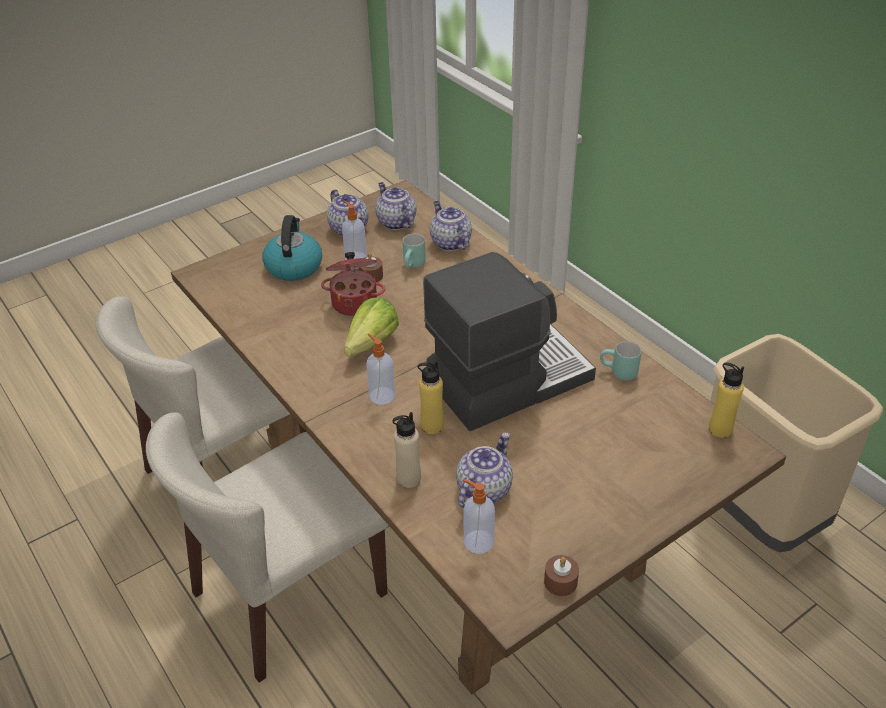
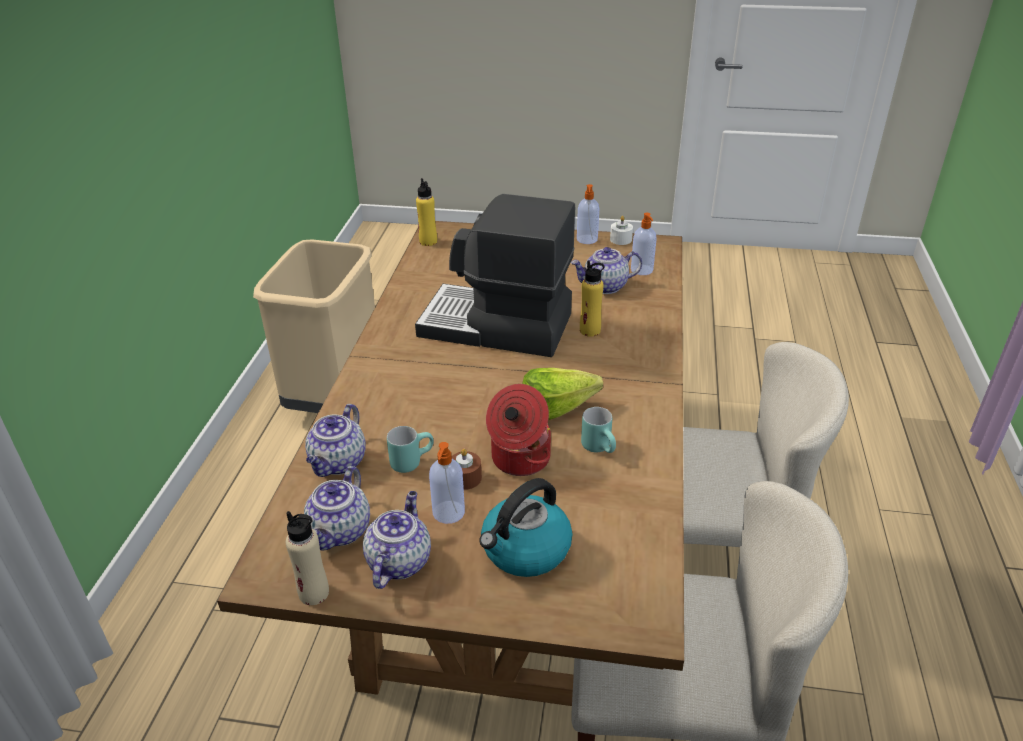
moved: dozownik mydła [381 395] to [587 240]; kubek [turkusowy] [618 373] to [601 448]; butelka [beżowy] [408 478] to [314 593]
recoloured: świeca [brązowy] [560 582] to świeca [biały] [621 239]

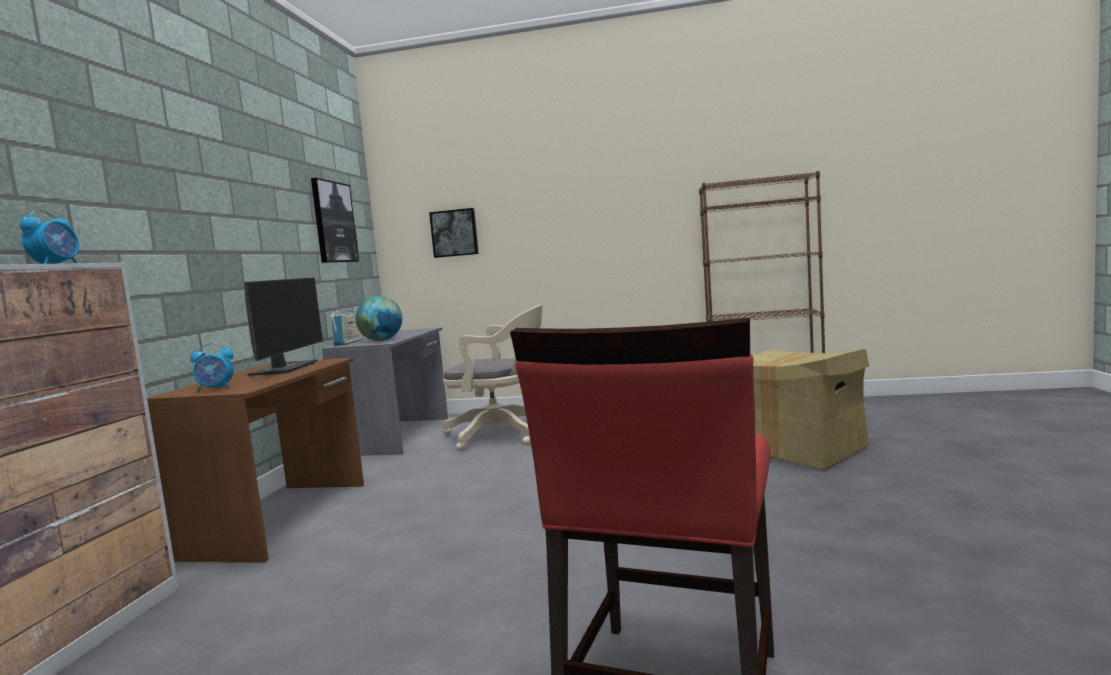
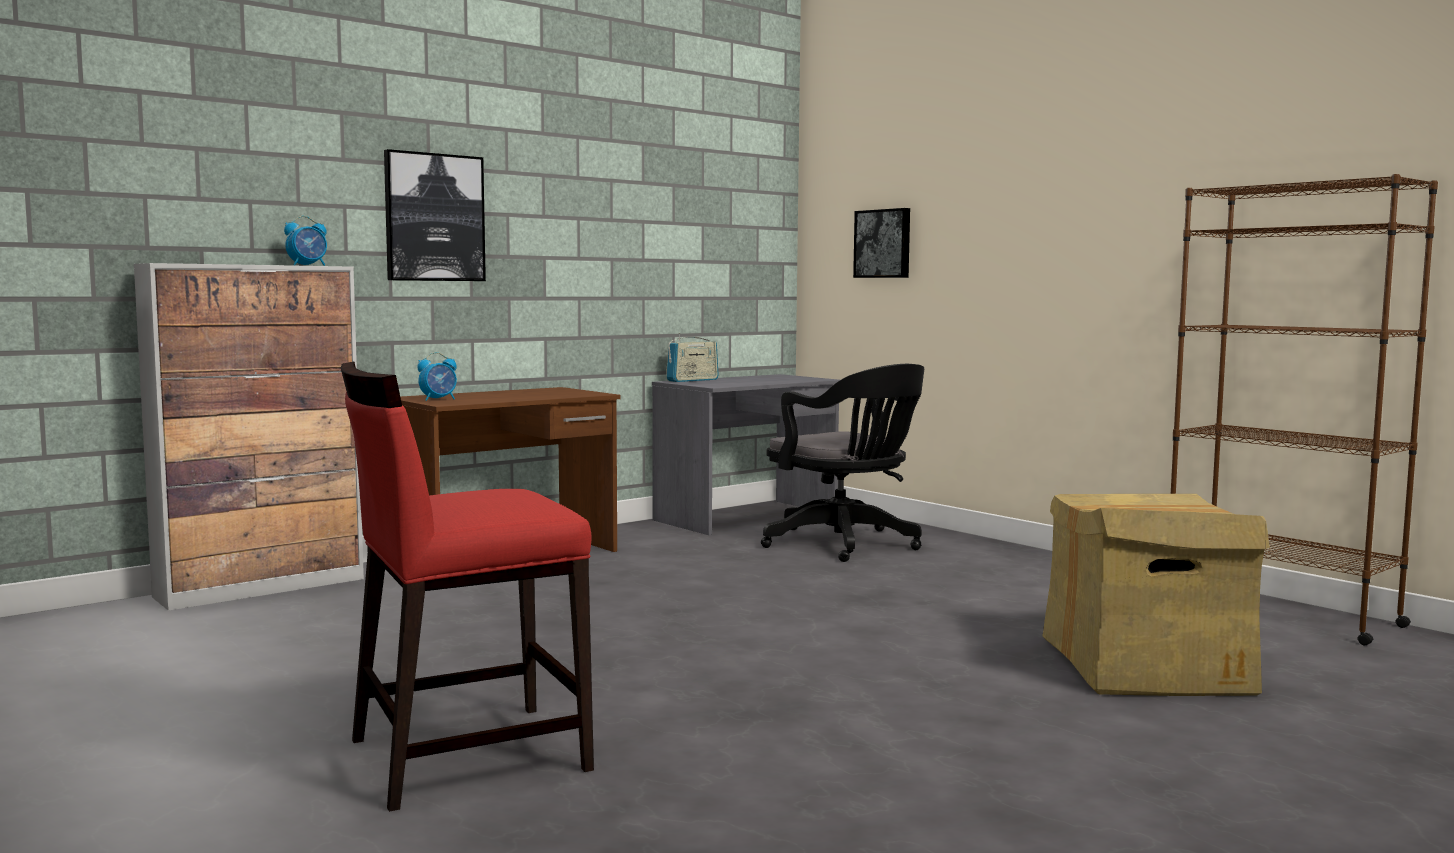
removed: monitor [284 369]; globus [382 340]
moved: obraz [333 222] to [434 217]
recoloured: krzesło biurowe [beżowy] [502 435] to krzesło biurowe [czarny] [845 545]
turned: budzik [216 389] = [439 399] 60 degrees counterclockwise

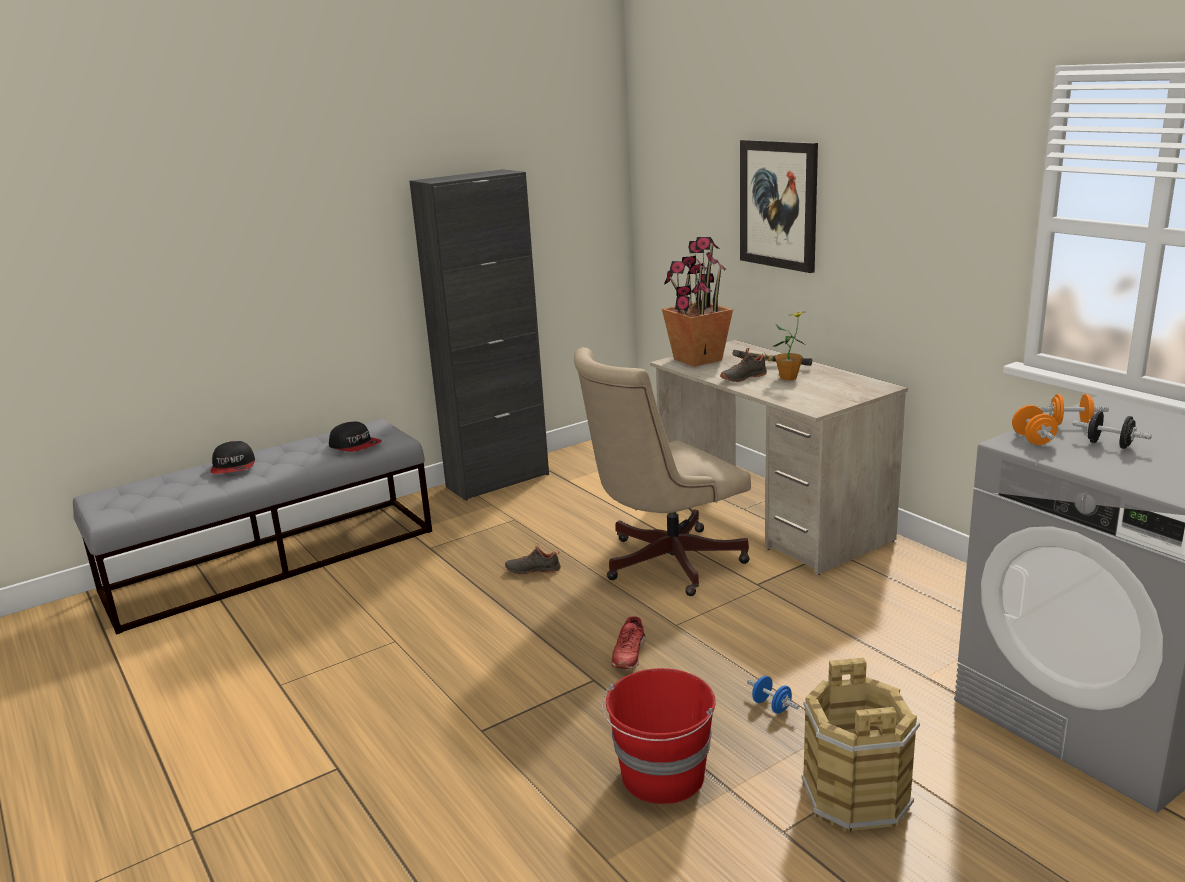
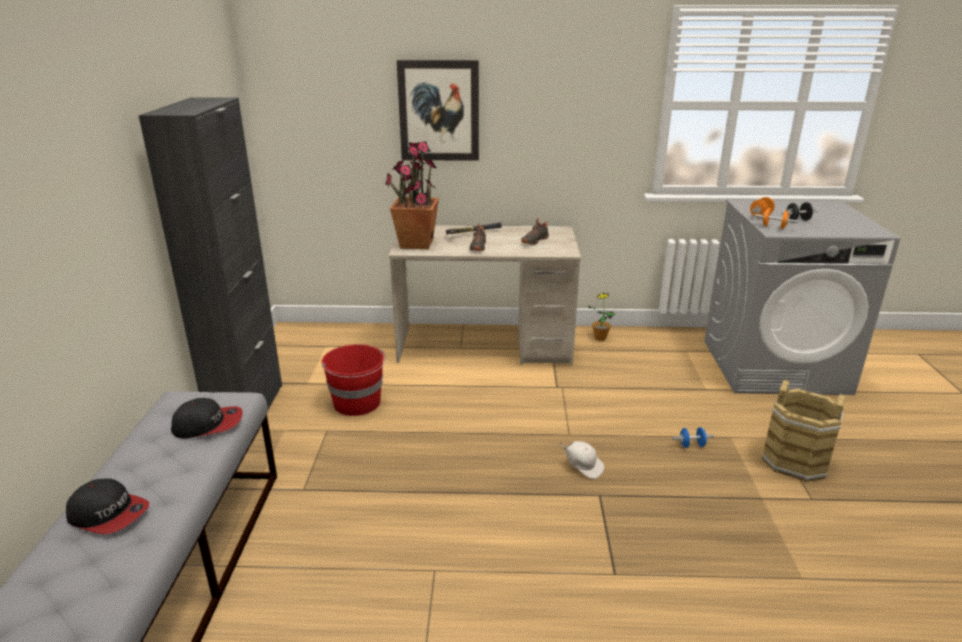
removed: krzesło biurowe [beżowy] [663 563]
moved: roślina doniczkowa [788 378] to [600 338]; but [czarny] [533 570] to [534 240]; wiadro [czerwony] [662 776] to [357 403]
replaced: but [czerwony] [628 653] to czapka z daszkiem [biały] [583 467]

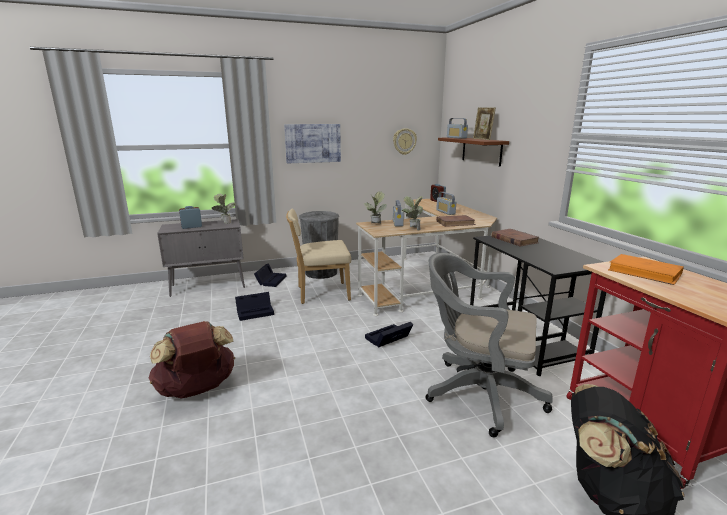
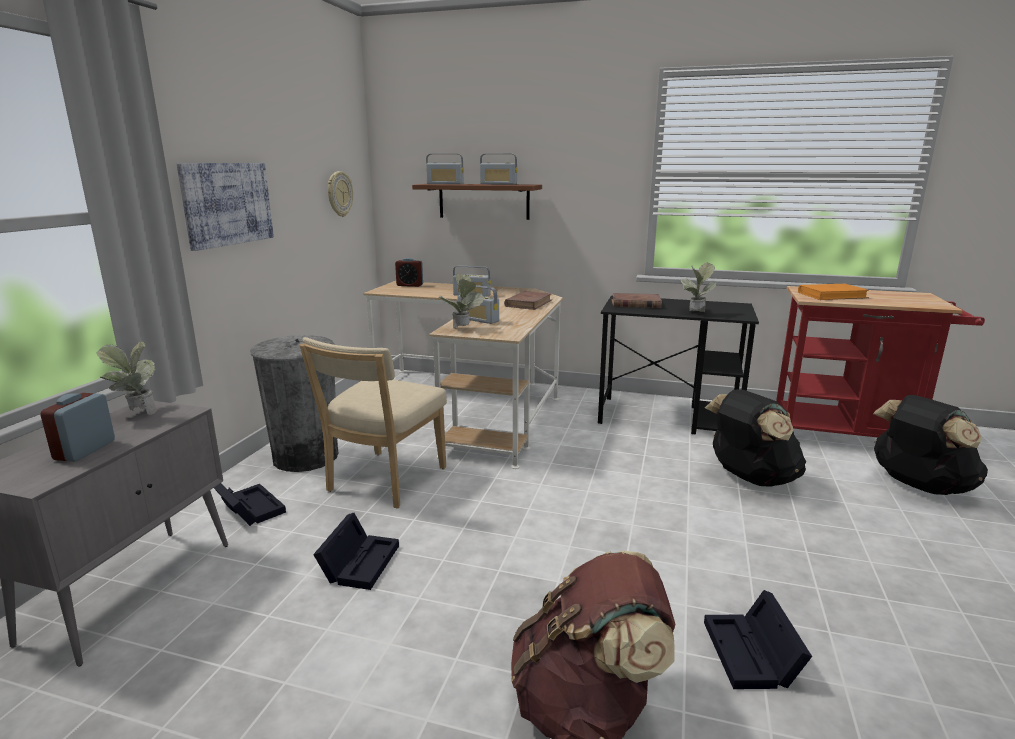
moved: roślina doniczkowa [412 229] to [694 313]; pojemnik do przechowywania [czarny] [388 339] to [753 655]
replaced: ramka na zdjęcie [482 139] to radio [498 184]; krzesło biurowe [szary] [477 393] to plecak [czarny] [750 478]

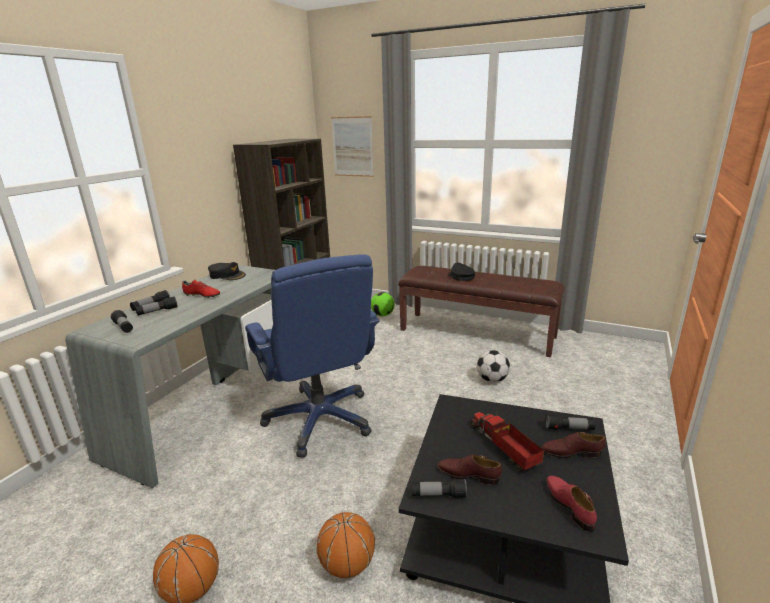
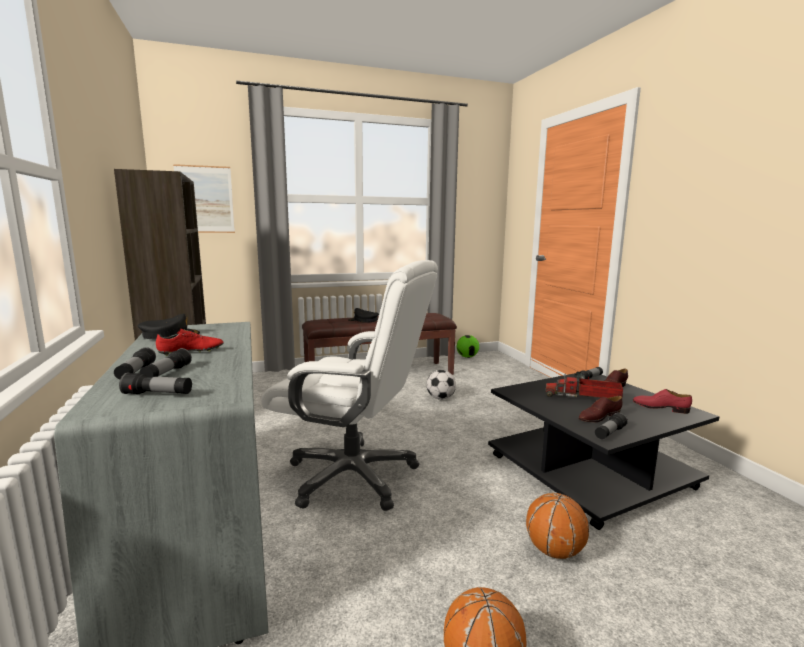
moved: piłka futbolowa [382 315] to [467 357]
recoloured: krzesło biurowe [niebieski] [320 419] to krzesło biurowe [biały] [354 476]

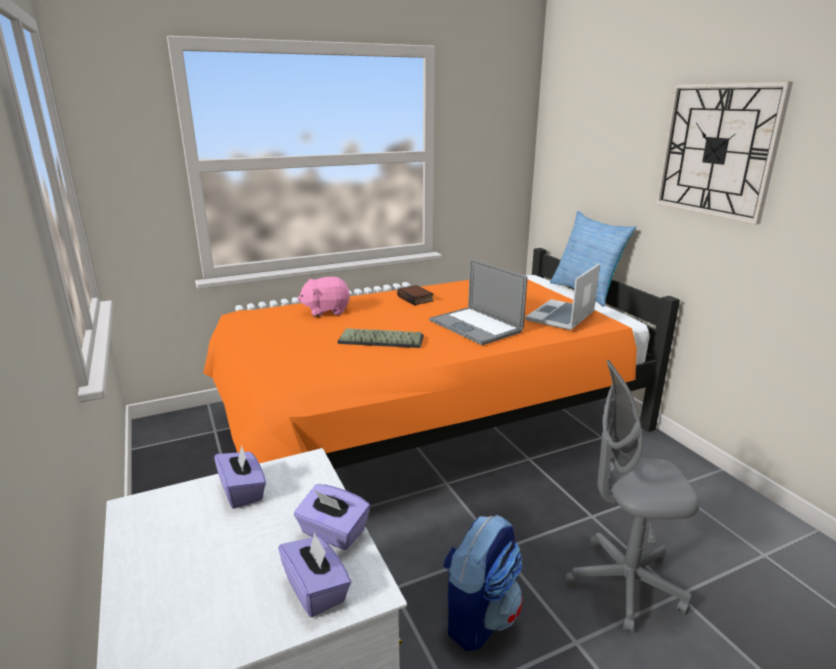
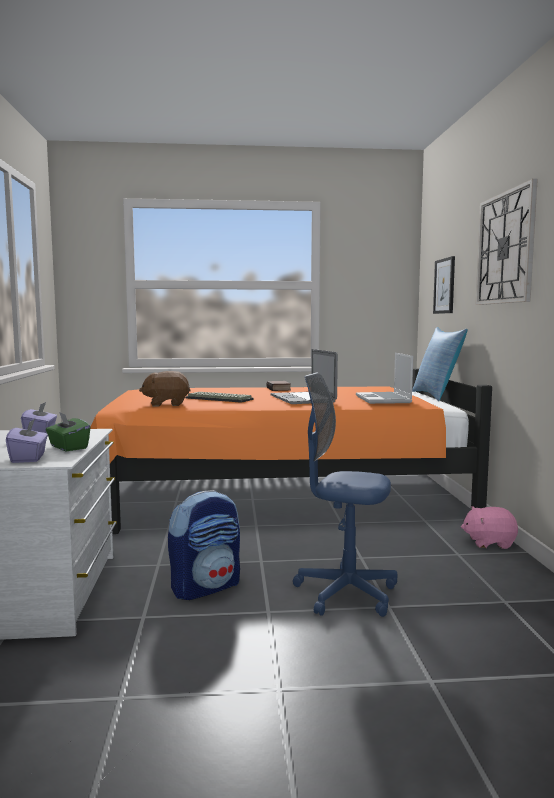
added: obraz [444 286]; pluszak [brązowy] [166 404]
moved: pluszak [różowy] [326 311] to [489 542]
recoloured: krzesło biurowe [szary] [624 584] to krzesło biurowe [niebieski] [346 593]; pudełko chusteczek [fioletowy] [333 533] to pudełko chusteczek [zielony] [68 447]
turned: laptop [561 317] = [384 399] 60 degrees counterclockwise

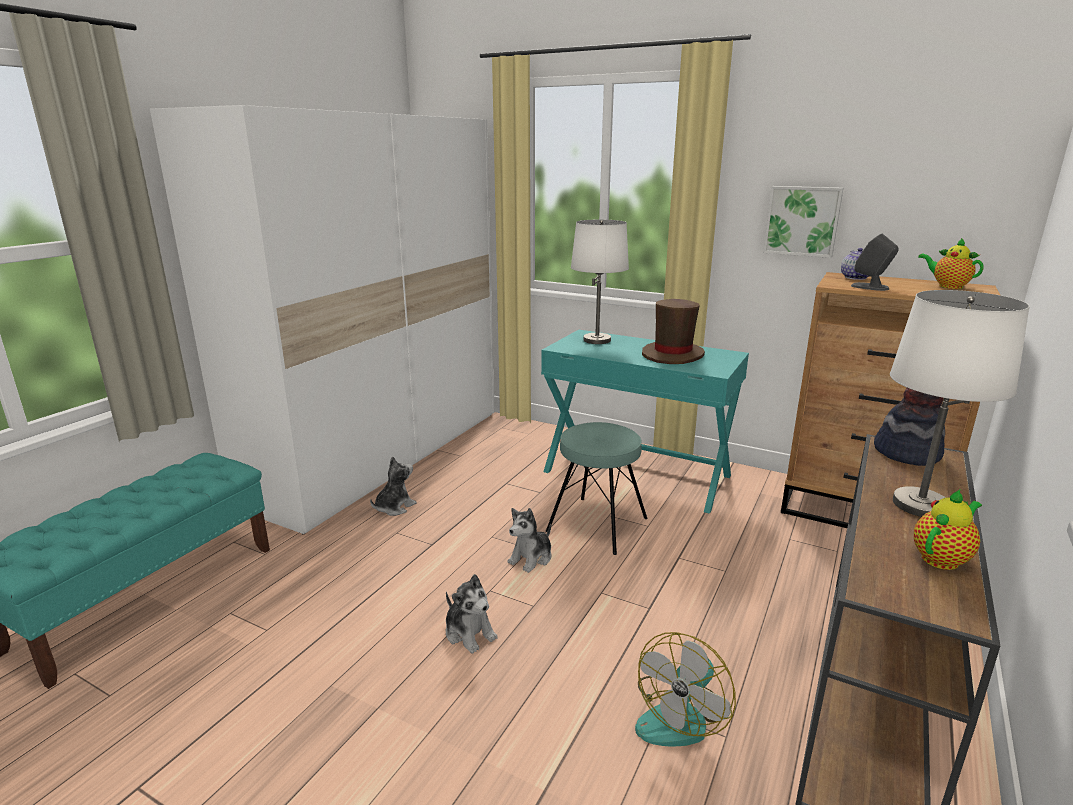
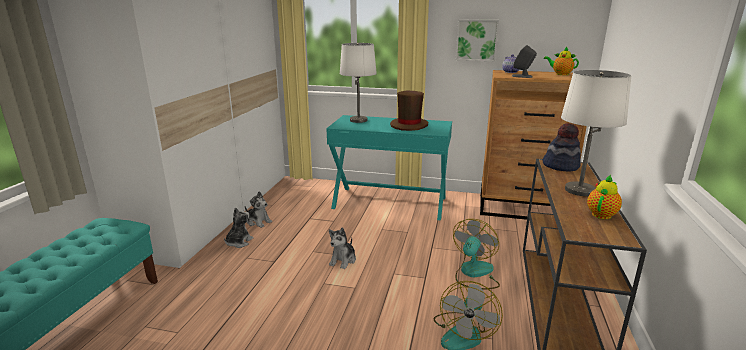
removed: stołek [turkusowy] [597 524]
added: wentylator [474 274]
moved: pluszak [469 633] to [258 222]

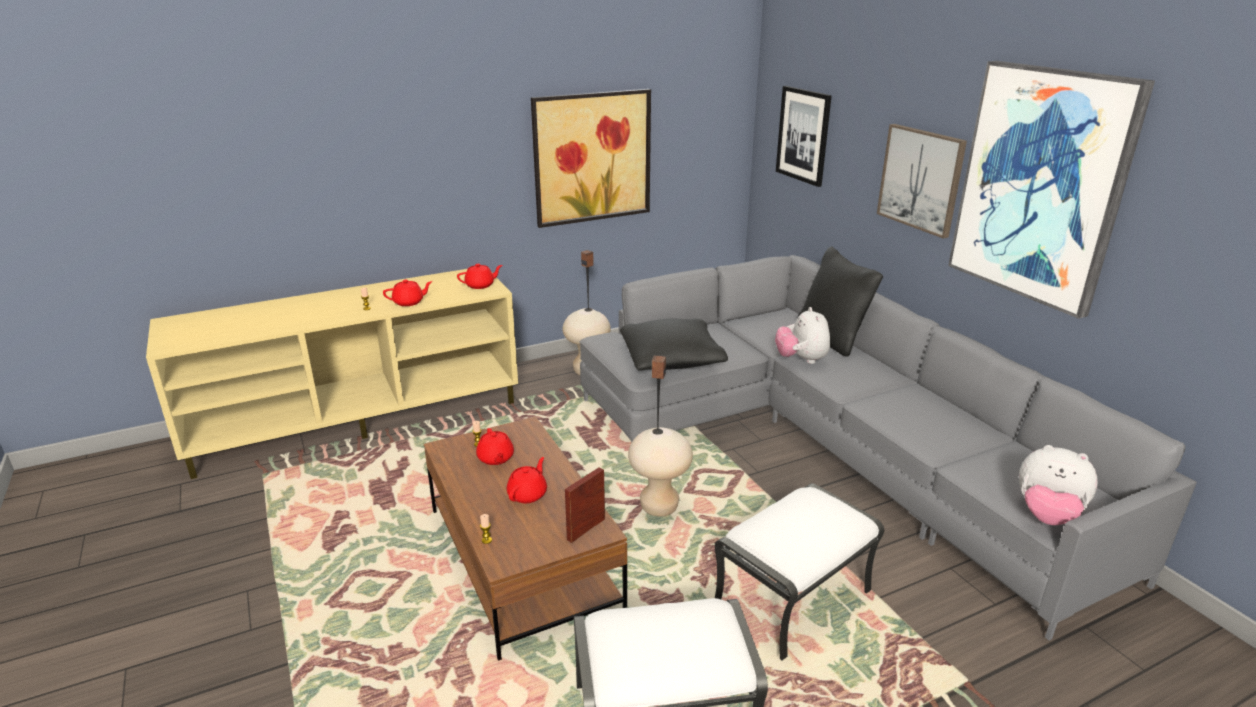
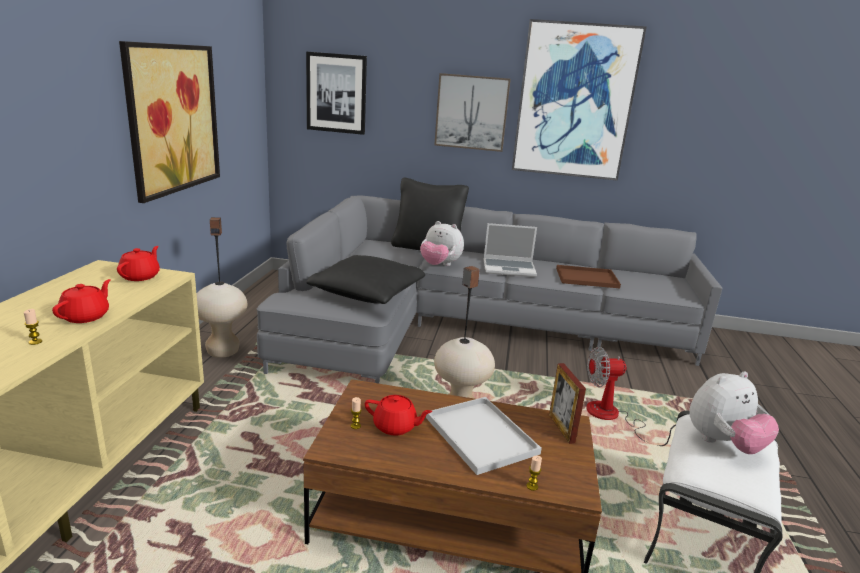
added: laptop [509 268]; taca [brązowy] [588 278]
moved: pluszak [1047 515] to [723 443]
replaced: imbryk [czerwony] [528 494] to taca [biały] [478 434]; pufa [biały] [793 601] to wentylator [613 417]

